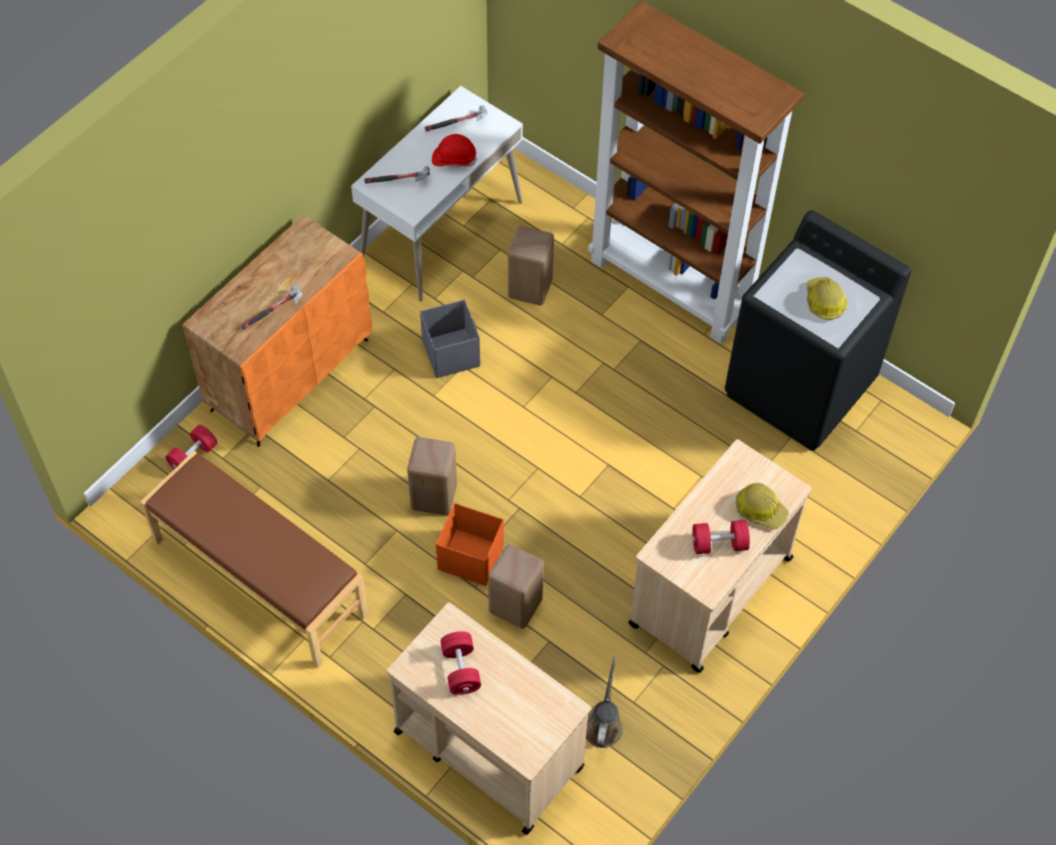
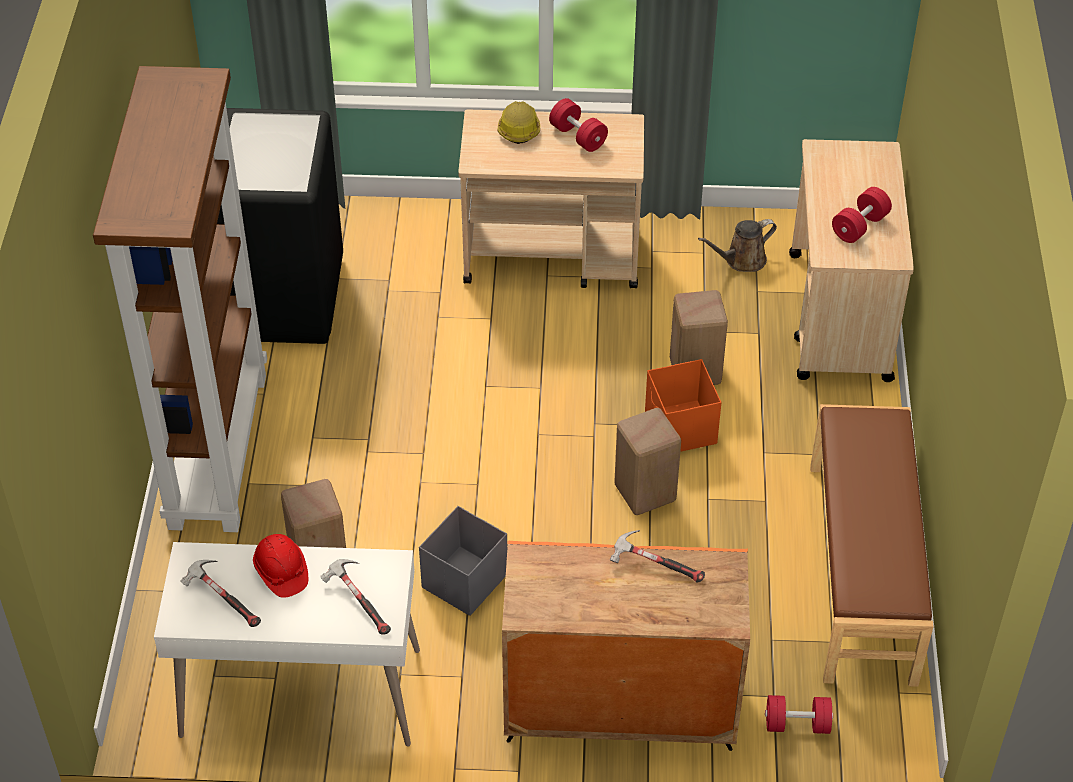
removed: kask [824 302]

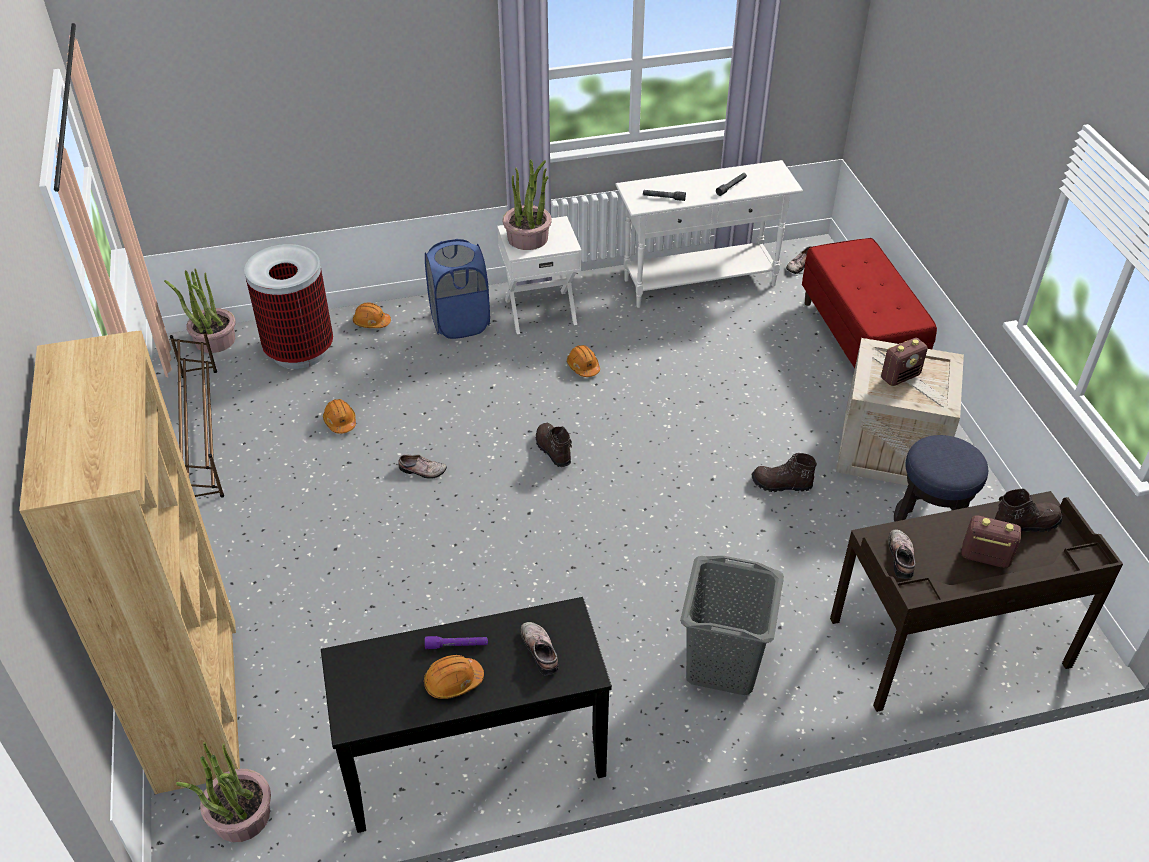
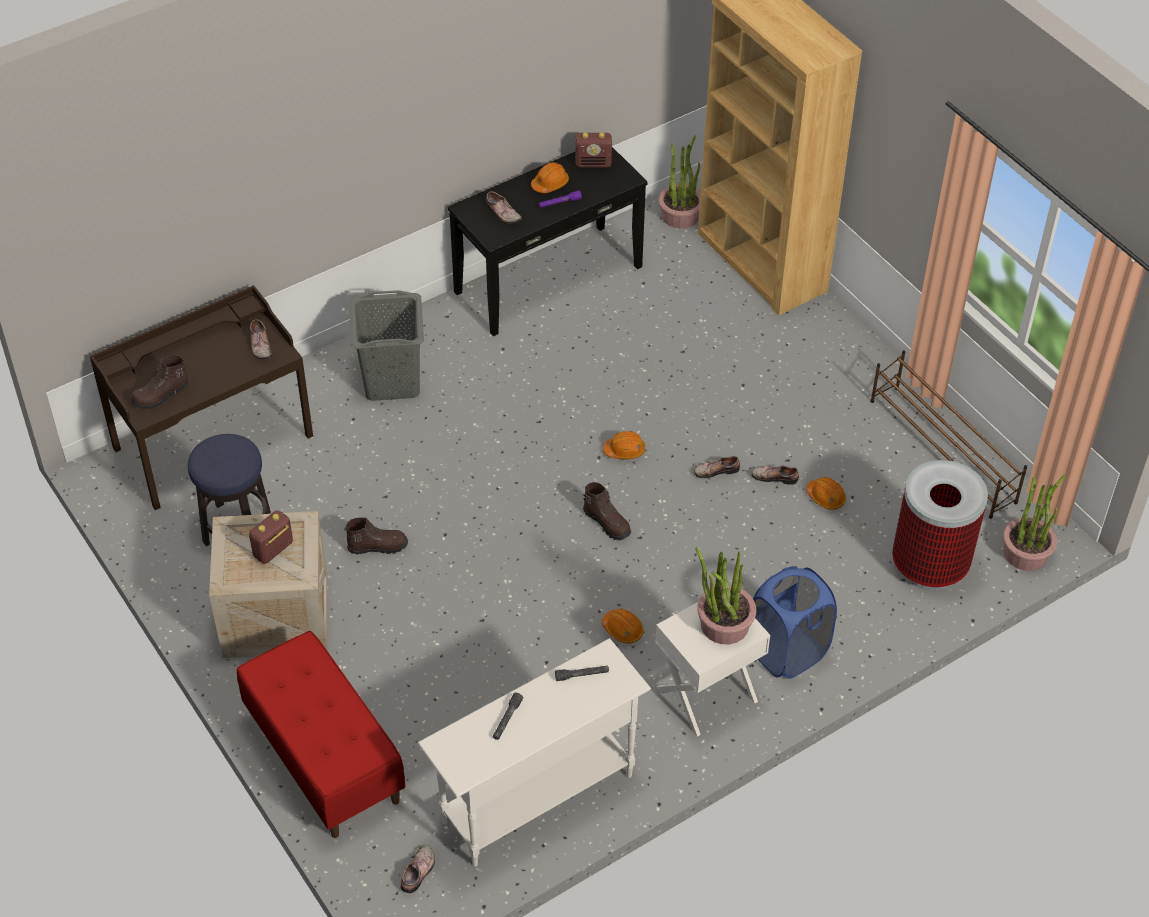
added: but [774 476]
moved: kask [pomarańczowy] [371 322] to [624 450]; radio [984 557] to [593 163]

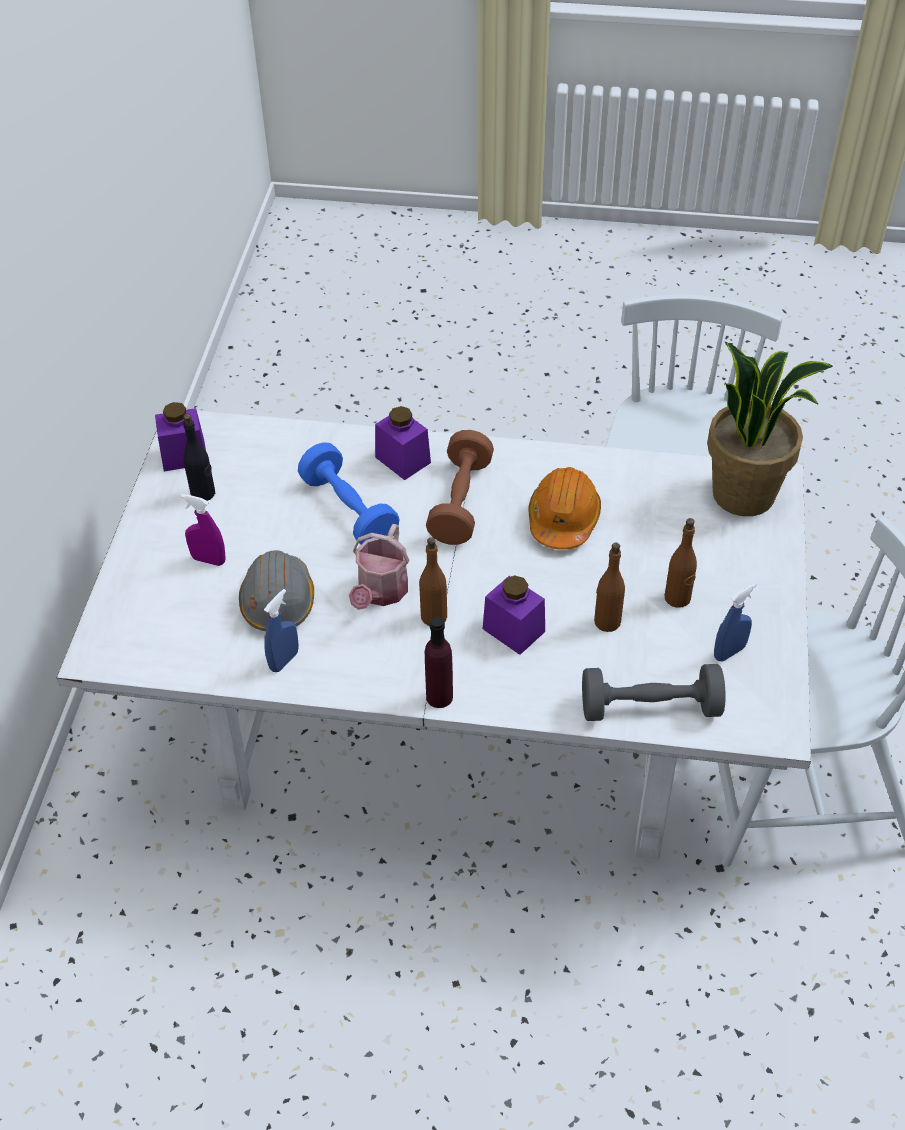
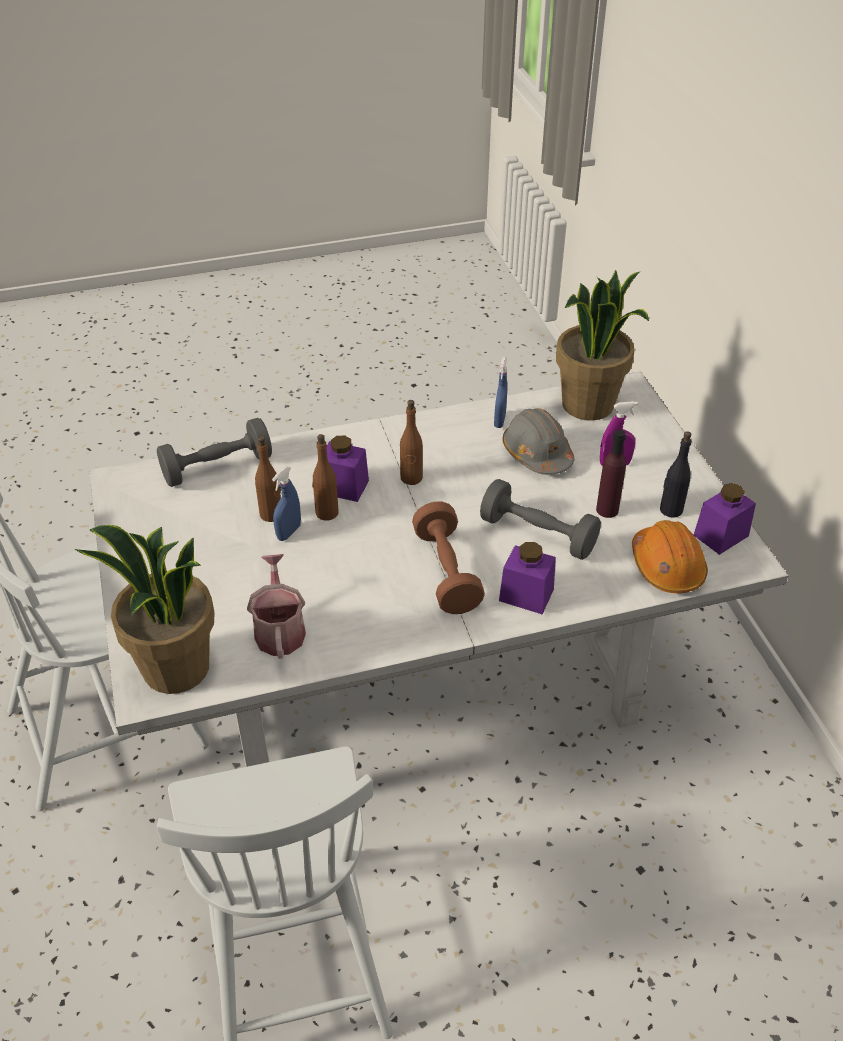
added: roślina doniczkowa [588 405]
moved: kask [pomarańczowy] [563 519] to [666 567]; butelka [brązowy] [677 598] to [326 512]; konewka [380 592] to [279 629]; spryskiwacz [niebieski] [729 652] to [289 532]; butelka [fioletowy] [439 697] to [607 510]
recoloured: hantel [niebieski] [349 510] to hantel [szary] [538 534]

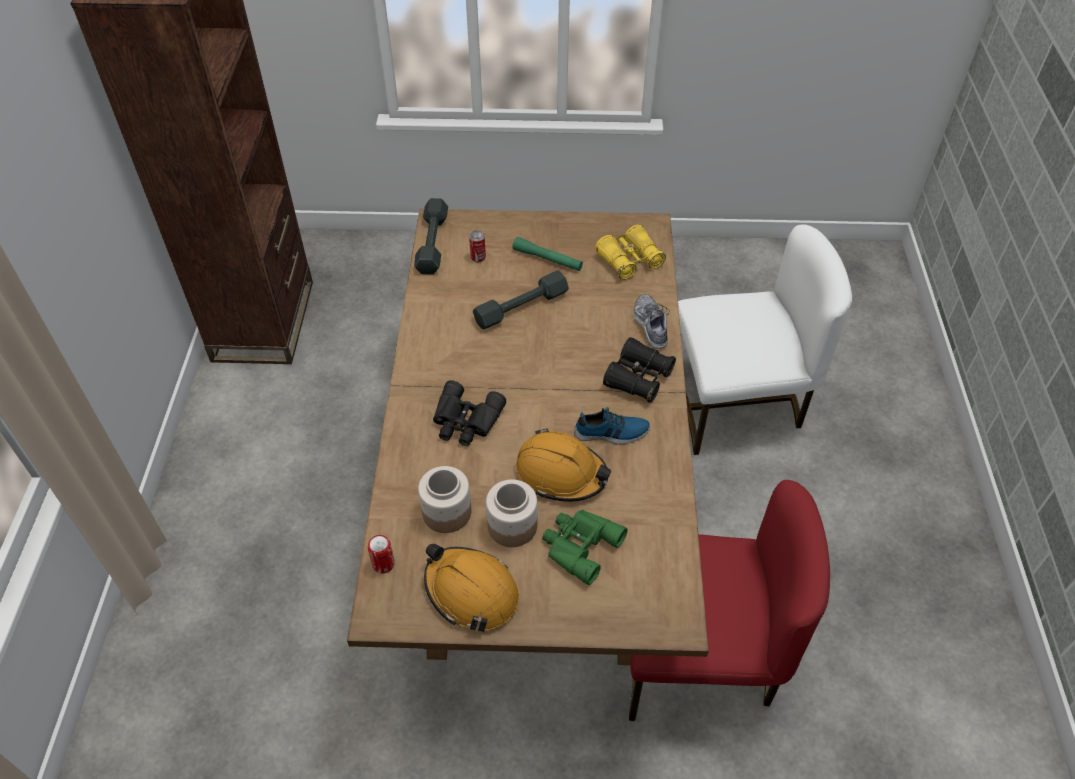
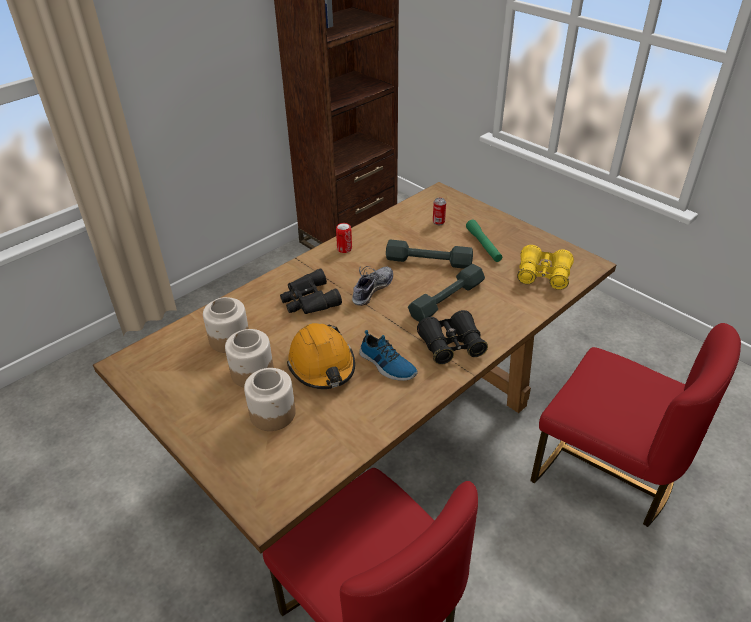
removed: kask [pomarańczowy] [471 592]
moved: hantel [szary] [432 243] to [446 299]; but [650 326] to [372 290]; puszka [383 564] to [344 249]
replaced: lornetka [zielony] [579 546] to słoik [273 413]
recoloured: krzesło [biały] [736 404] to krzesło [czerwony] [606 471]

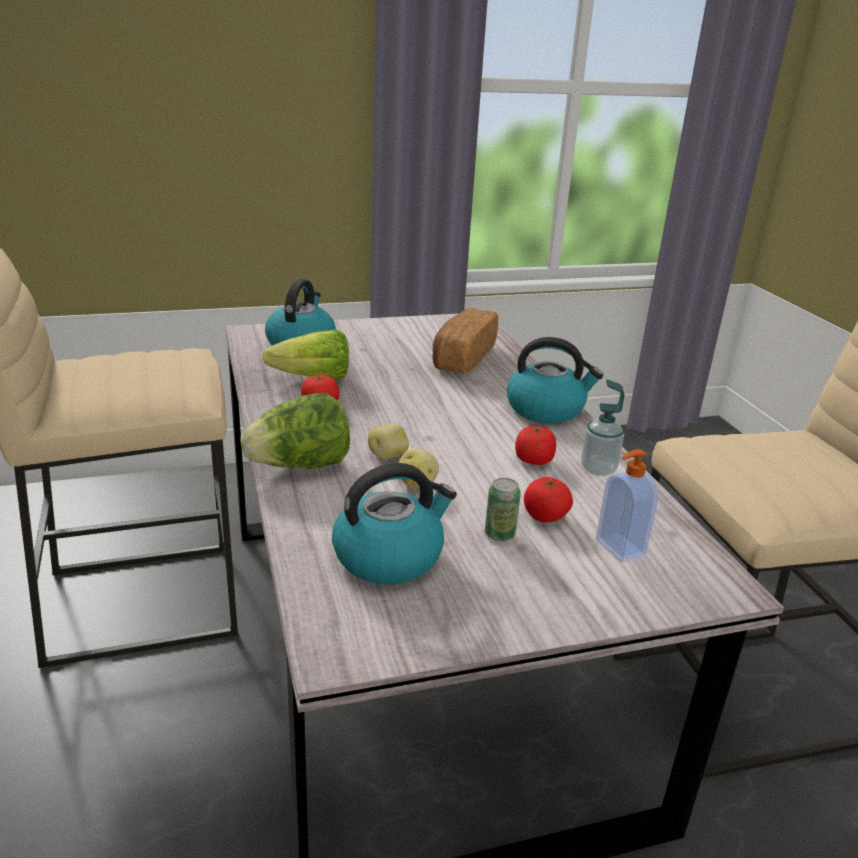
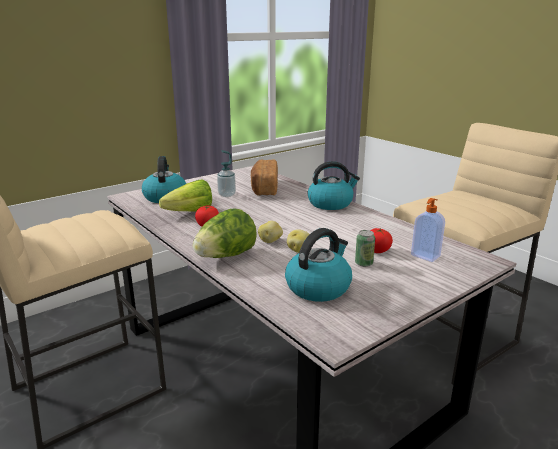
removed: pomidor [533 461]
moved: dozownik mydła [598 469] to [227 195]

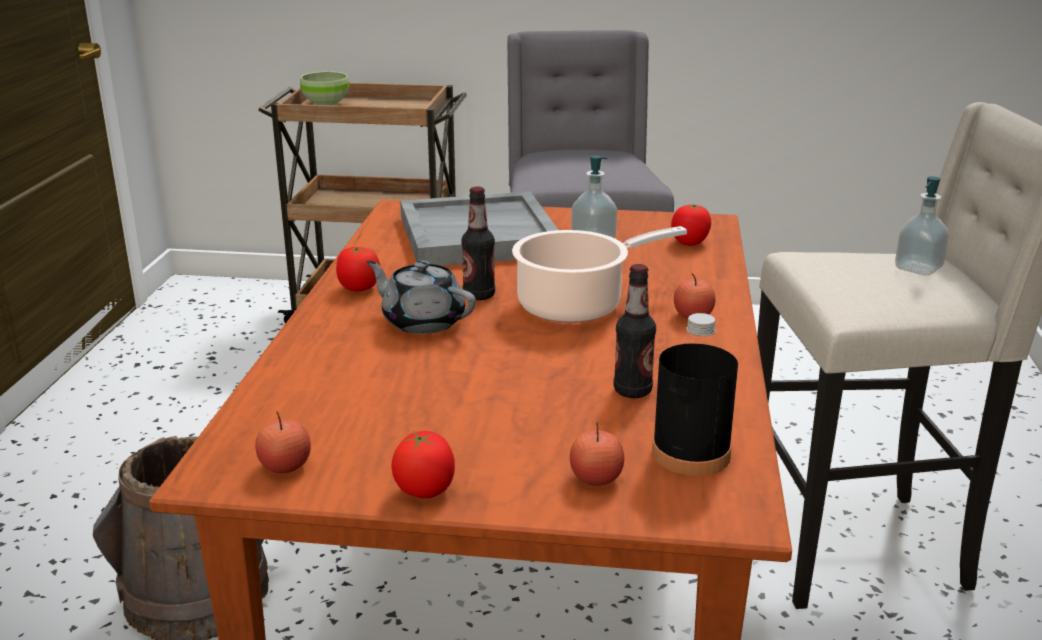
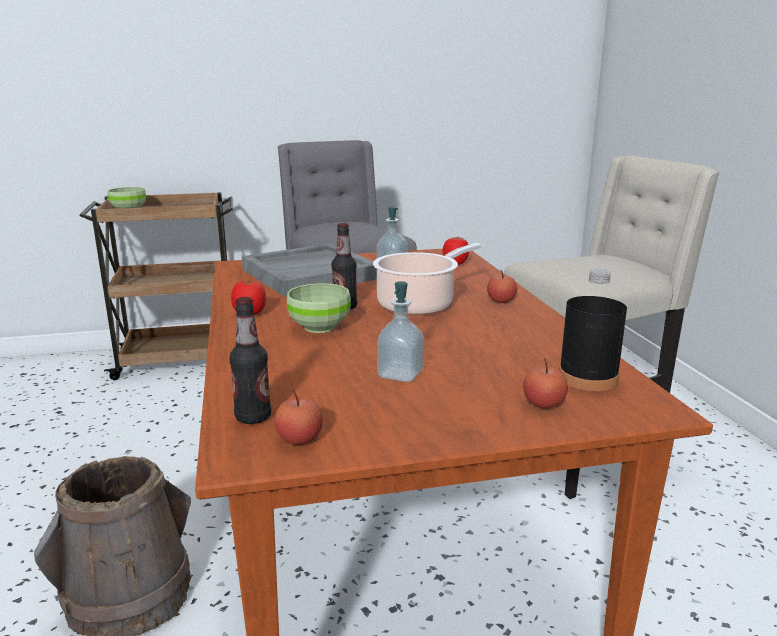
removed: pomidor [424 490]
moved: dozownik mydła [918 268] to [400 374]; butelka [632 391] to [253 417]
replaced: imbryk [szary] [422 321] to miska [zielony] [318 327]

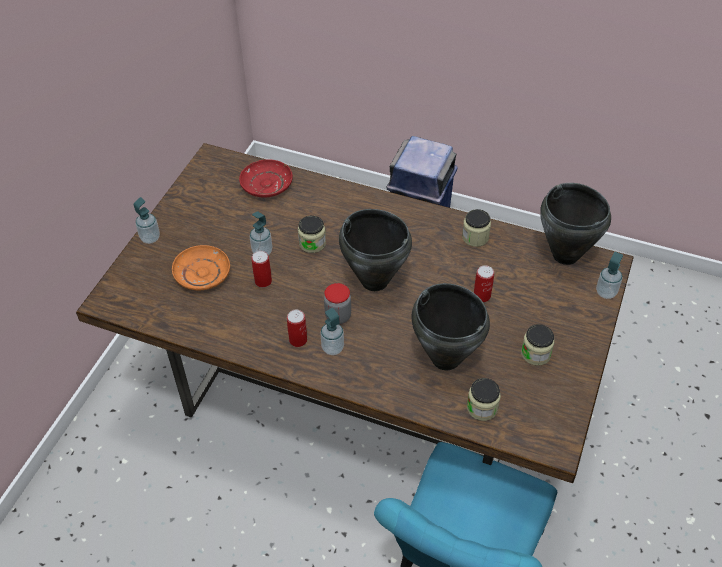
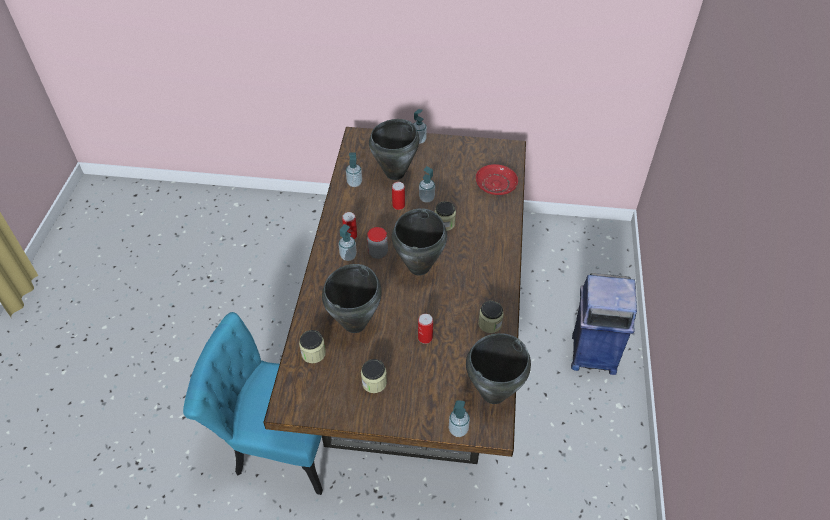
added: dozownik mydła [354 183]
replaced: talerz [pomarańczowy] [202 273] to garnek [czarny] [395 173]

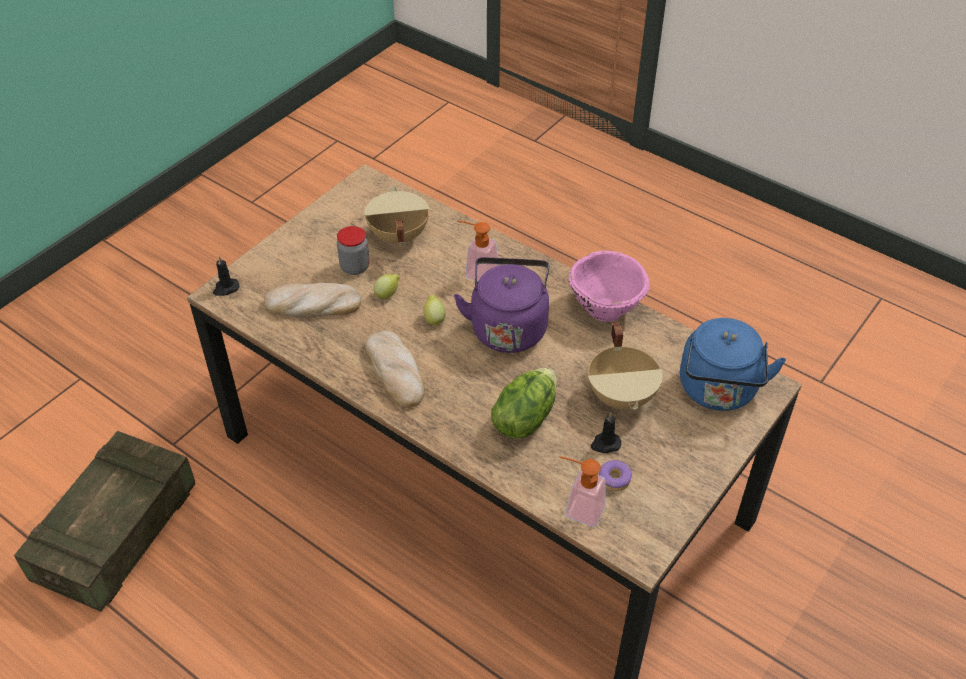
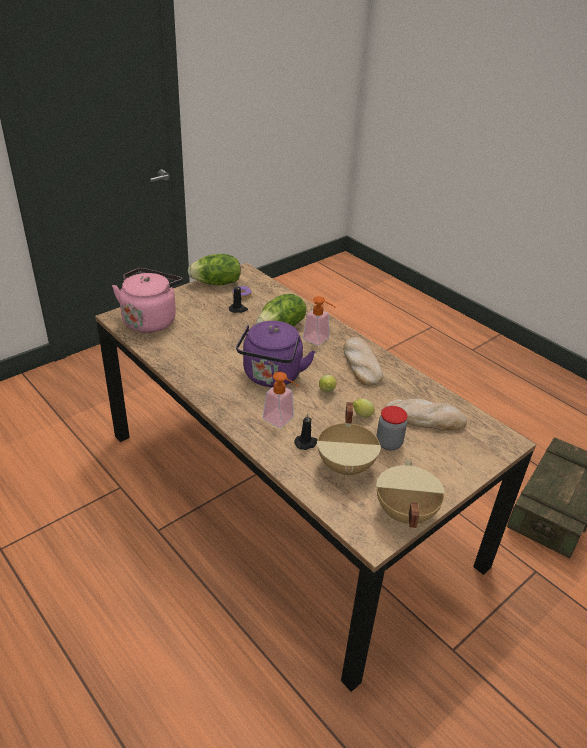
removed: miska [różowy] [605 307]
added: sałata [216 283]
moved: świeca [czarny] [225 288] to [306 443]; garnek [beżowy] [622 396] to [404 512]; dozownik mydła [578 508] to [319 340]
recoloured: czajnik [niebieski] [718 391] to czajnik [różowy] [151 320]

